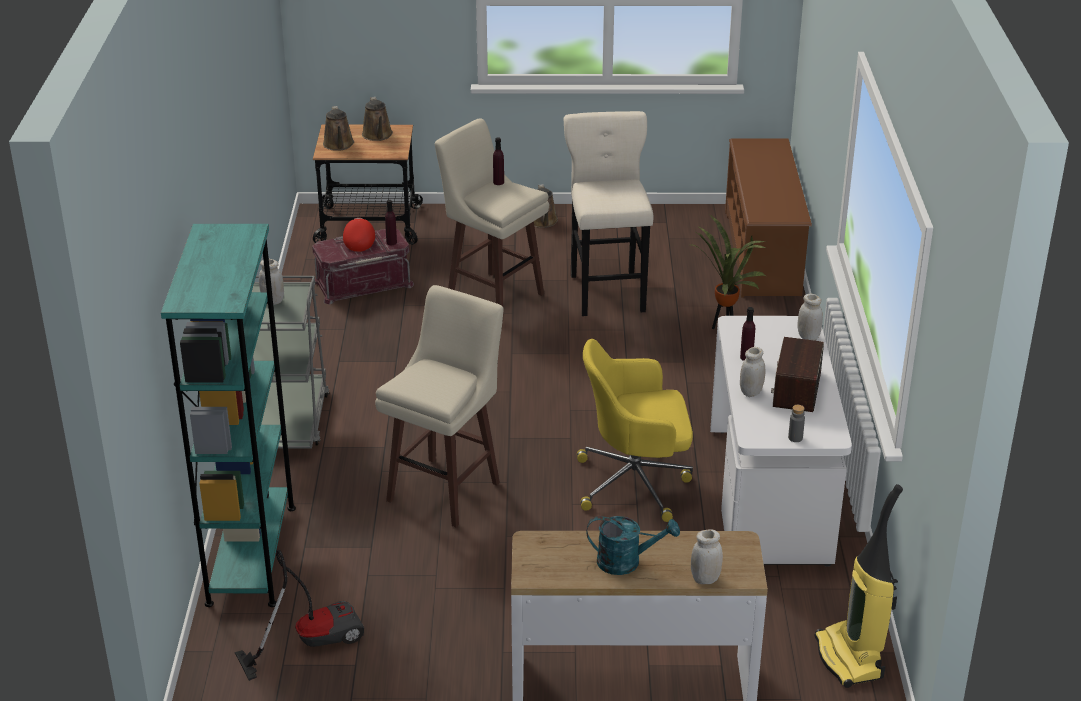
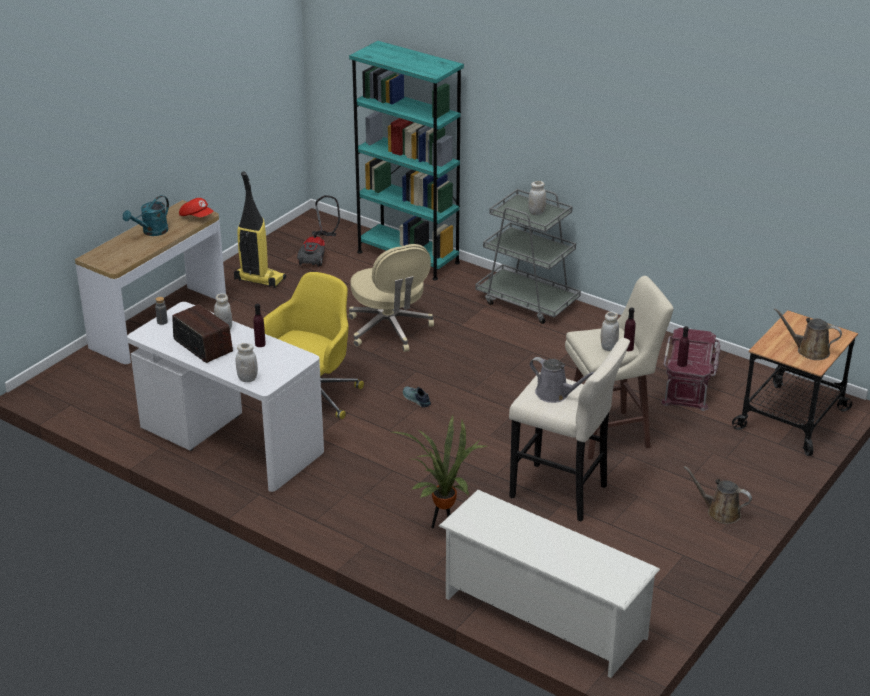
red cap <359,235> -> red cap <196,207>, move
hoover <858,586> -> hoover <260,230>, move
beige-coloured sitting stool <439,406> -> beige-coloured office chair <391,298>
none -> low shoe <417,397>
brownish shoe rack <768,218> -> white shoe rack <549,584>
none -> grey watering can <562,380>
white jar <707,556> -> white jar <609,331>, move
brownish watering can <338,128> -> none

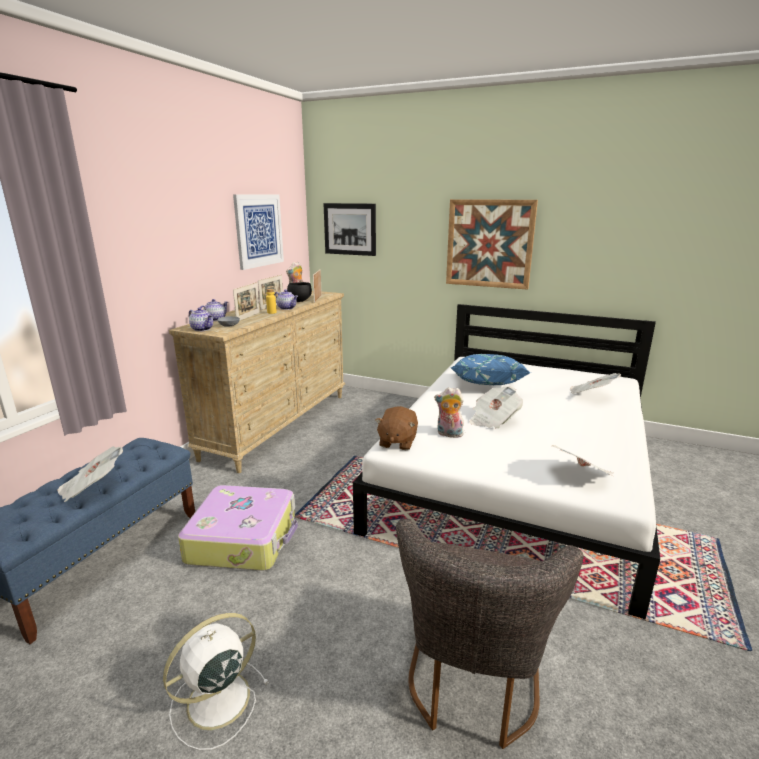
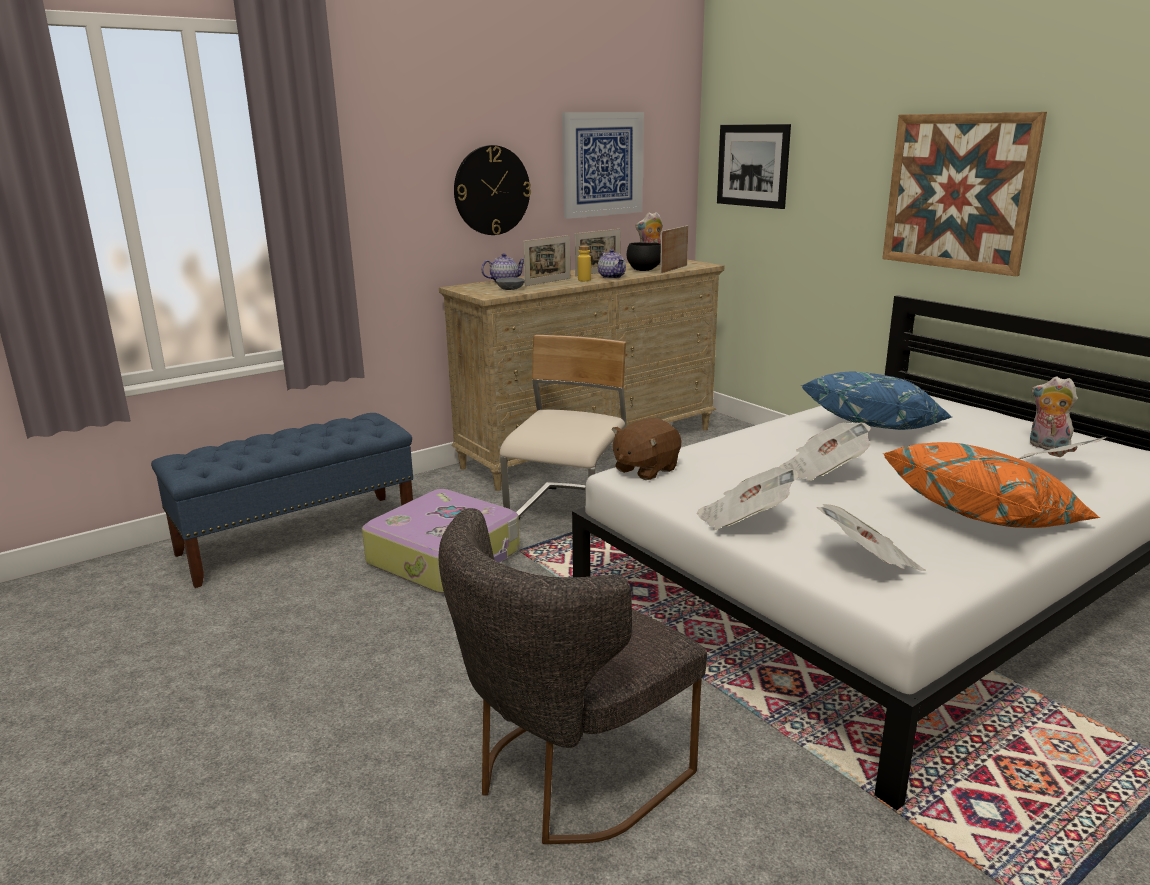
none -> hanging clock <492,190>
none -> beige-coloured upright chair <562,436>
printed paper <90,474> -> printed paper <748,498>, move
none -> orange-coloured pillow <991,485>
plush toy <449,412> -> plush toy <1054,413>, move
white cooling fan <216,681> -> none
pot for tea <201,319> -> none

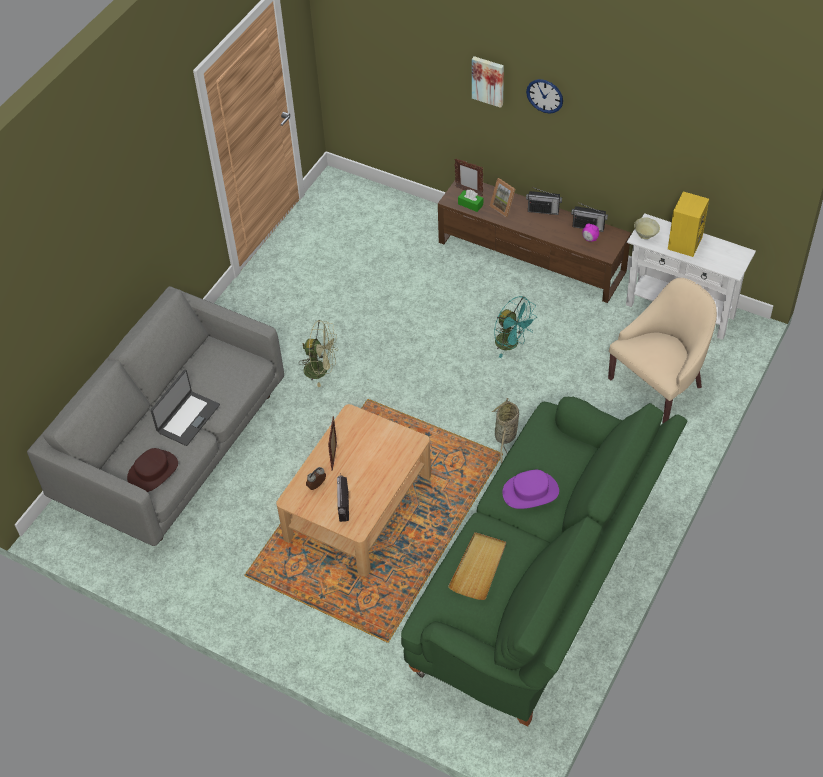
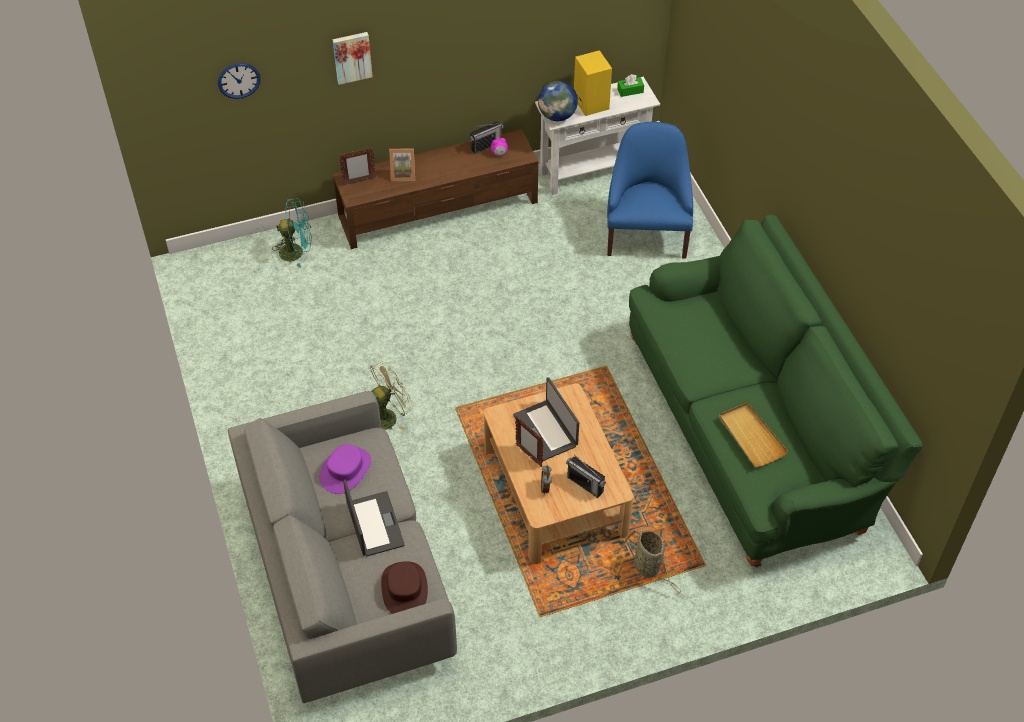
hanging clock <544,96> -> hanging clock <239,81>, move
turquoise cooling fan <515,327> -> turquoise cooling fan <292,233>, move
purple-coloured clothing hat <531,489> -> purple-coloured clothing hat <345,469>, move
none -> laptop <546,419>
beige-coloured bowl <647,228> -> desk globe <558,101>
beige-coloured armchair <662,350> -> blue-coloured armchair <650,190>
basket <505,431> -> basket <648,562>, move
green box of tissues <470,201> -> green box of tissues <630,85>, move
radio receiver <544,201> -> none

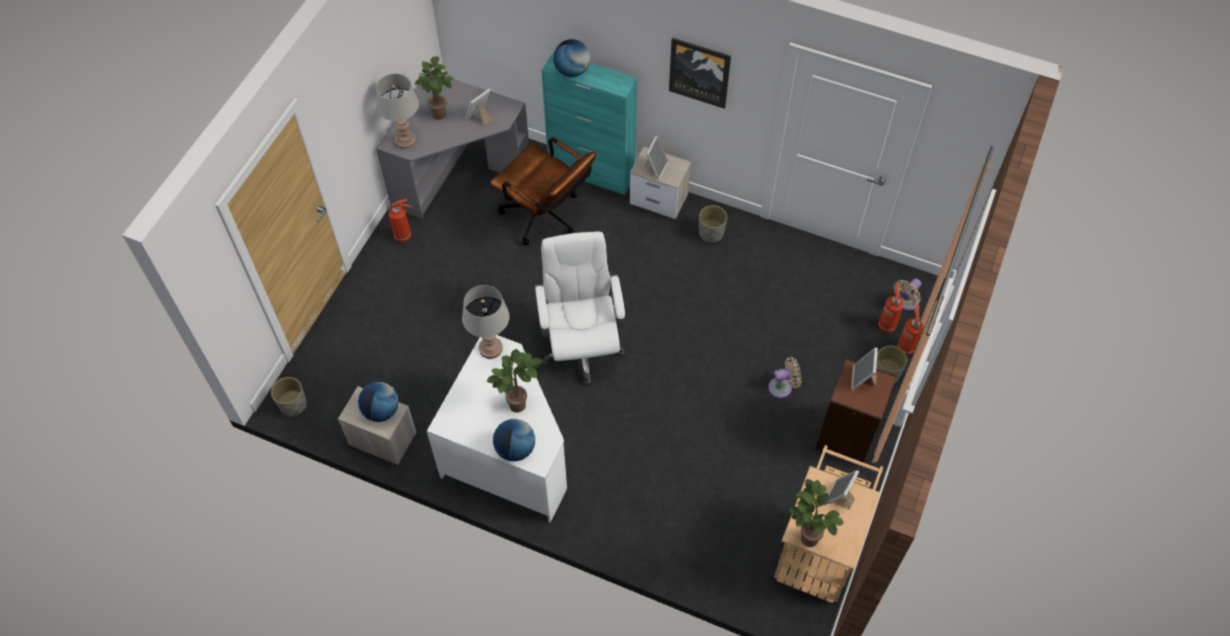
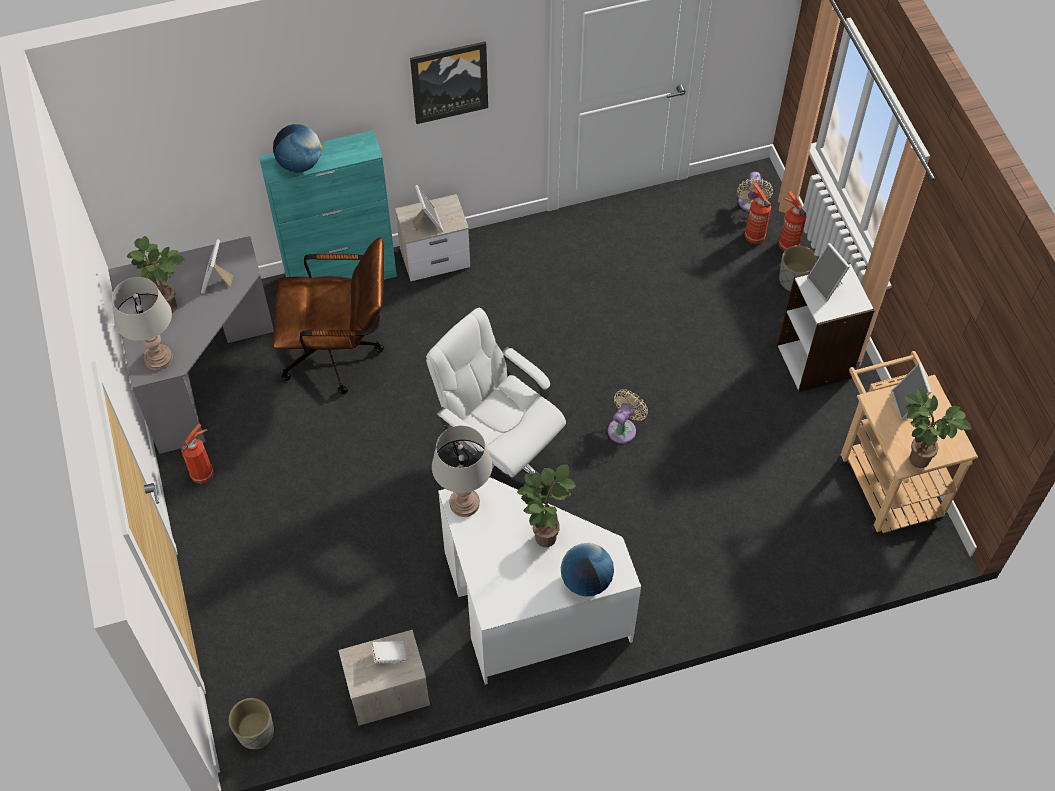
desk globe <378,402> -> white volume <389,652>
beige-coloured cooling fan <785,377> -> beige-coloured cooling fan <628,416>, move
brownish bookshelf <855,412> -> white bookshelf <826,327>
grey plant pot <713,224> -> none

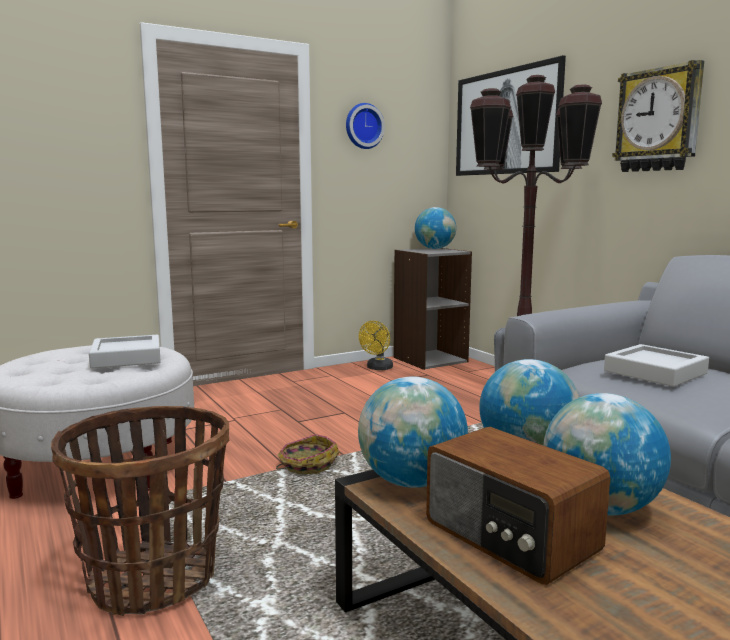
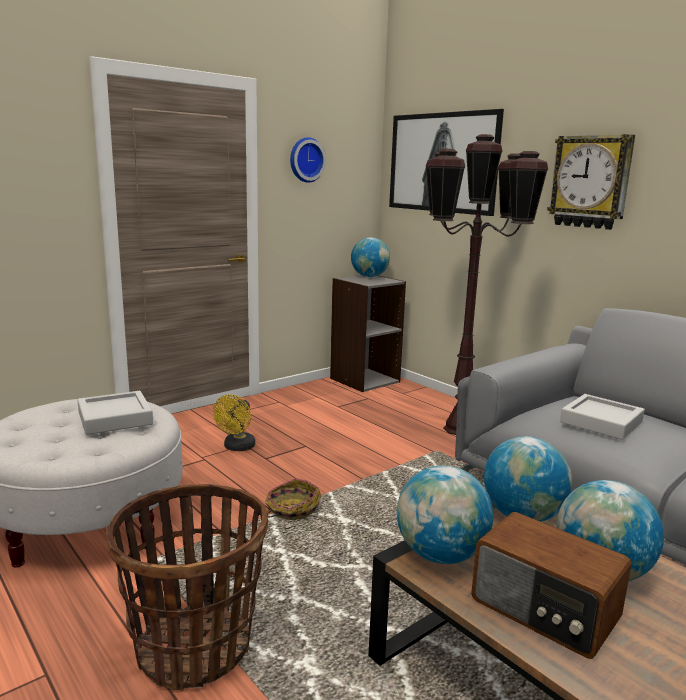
yellow cooling fan <376,345> -> yellow cooling fan <234,422>, move

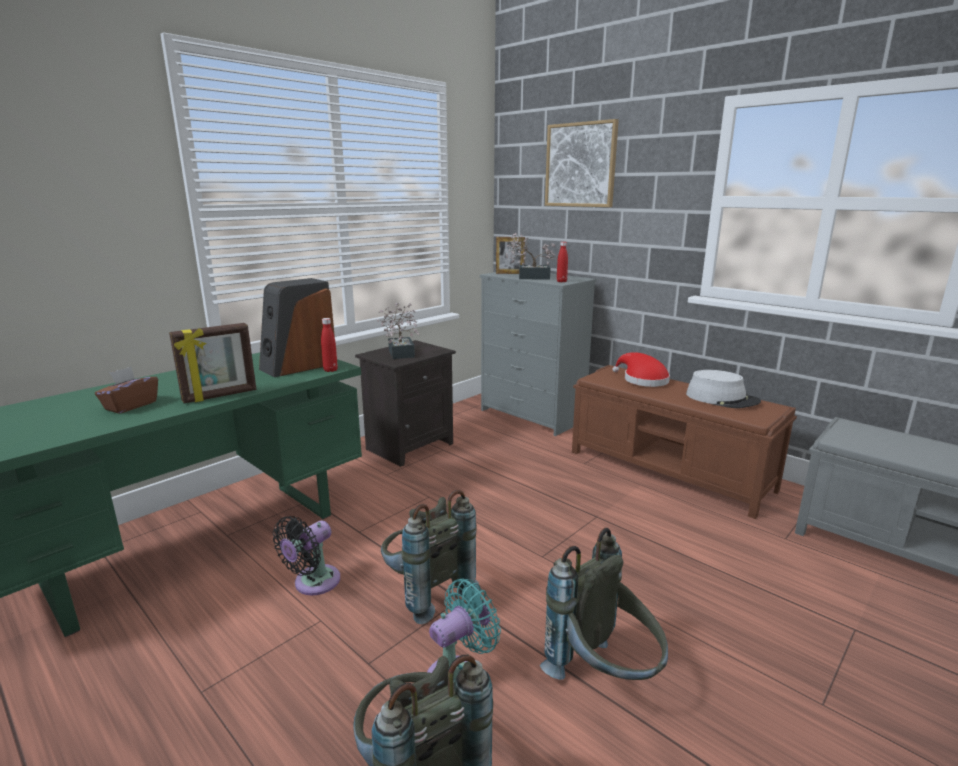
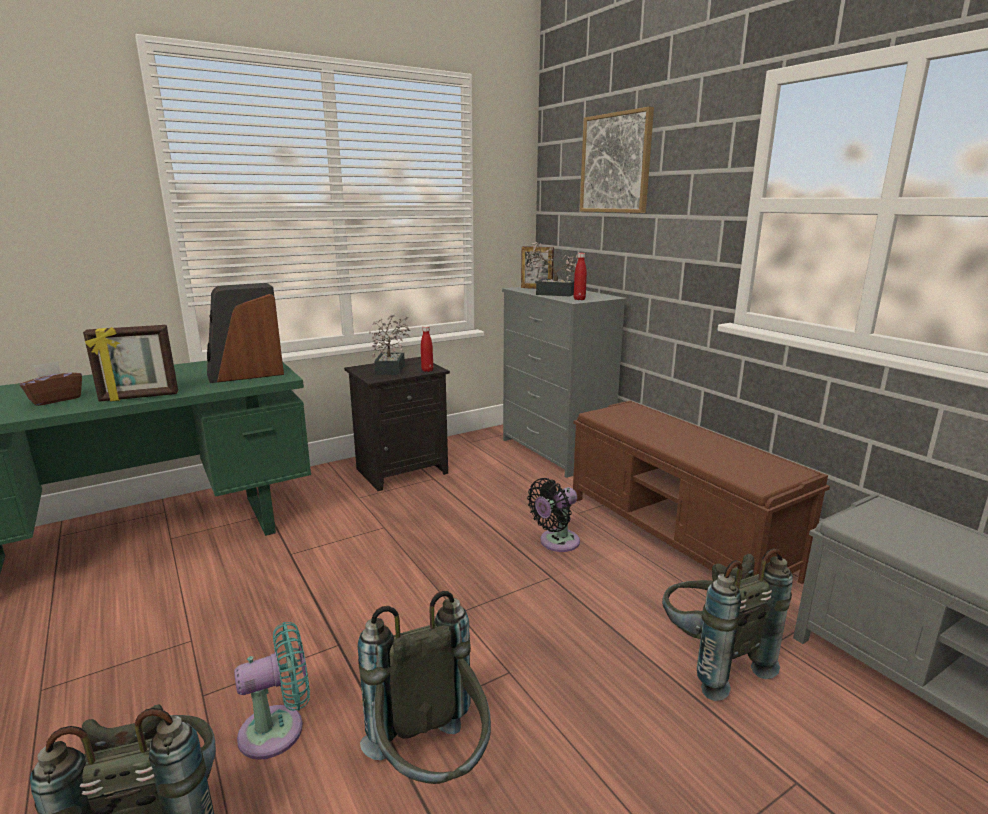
red drink bottle <329,345> -> red drink bottle <427,349>, move
black-coloured cooling fan <306,555> -> black-coloured cooling fan <553,515>, move
grey backpack <430,557> -> grey backpack <727,625>, move
red clothing hat <641,369> -> none
grey clothing hat <723,389> -> none

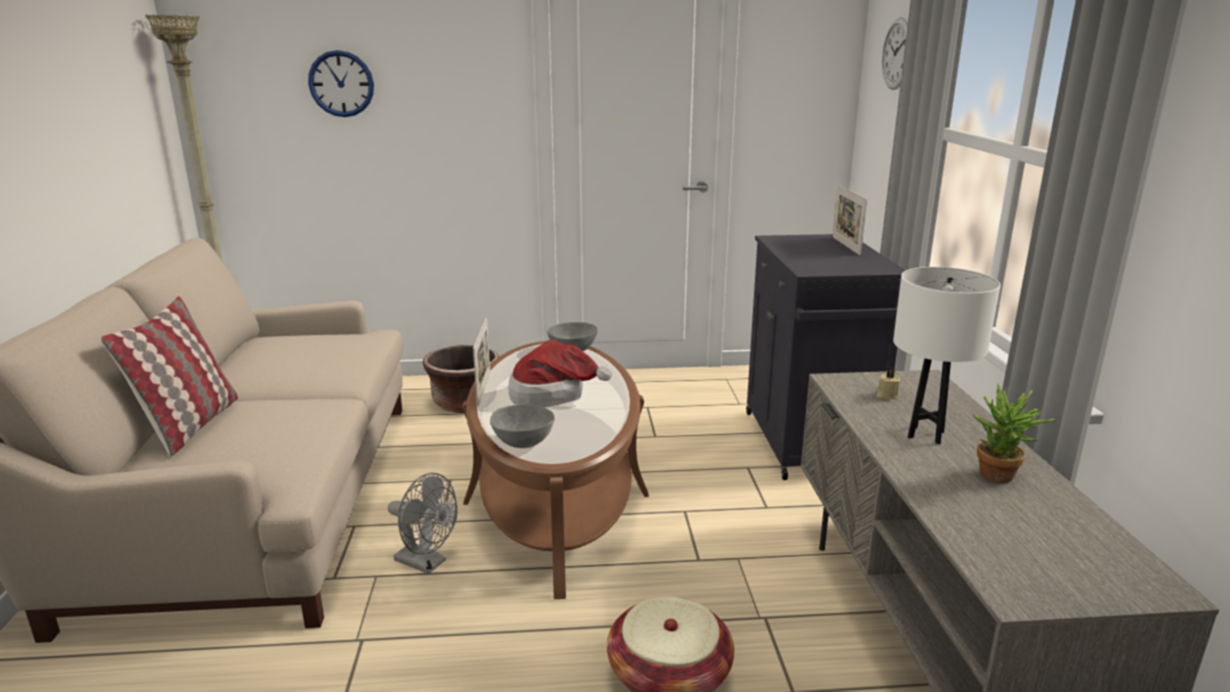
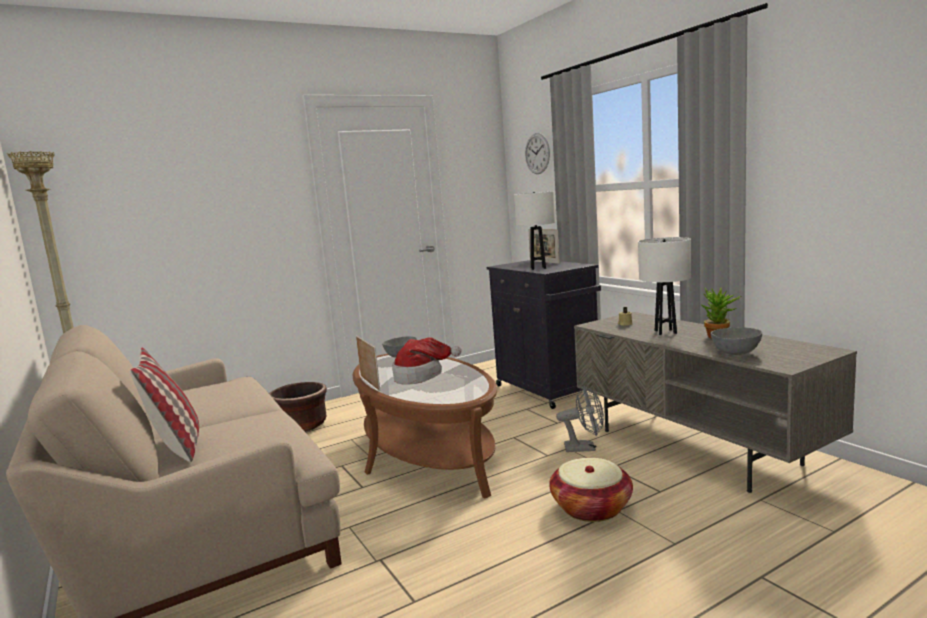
none -> white table lamp <535,230>
grey cooling fan <423,523> -> grey cooling fan <580,418>, move
grey bowl <522,426> -> grey bowl <736,341>, move
hanging clock <341,83> -> none

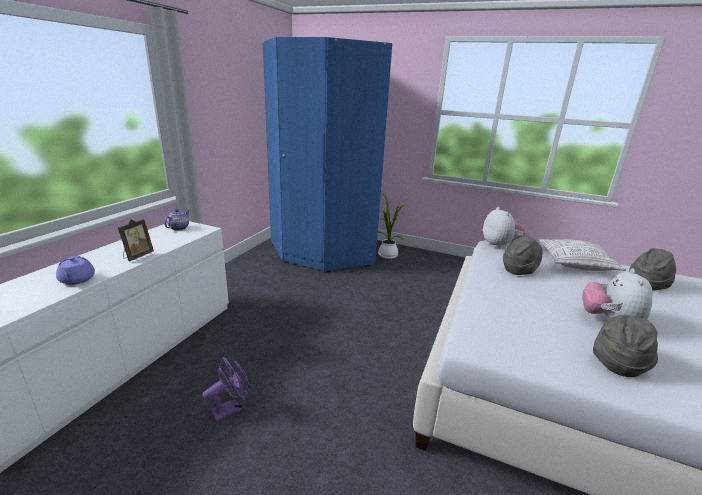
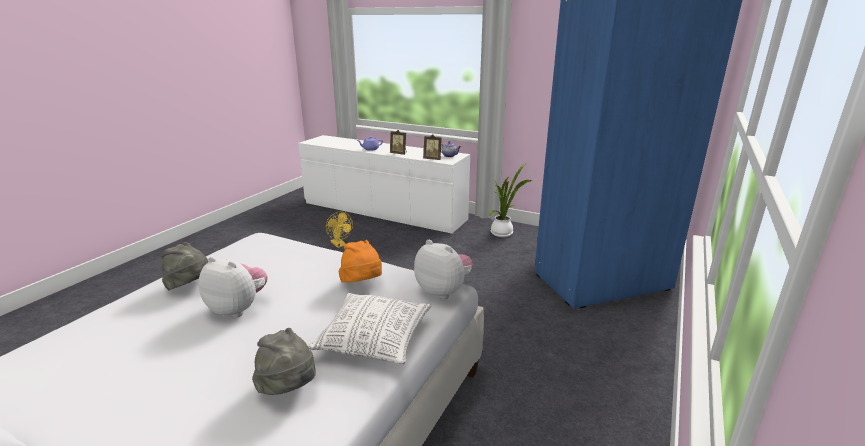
purple-coloured cooling fan <225,390> -> yellow cooling fan <339,230>
grey clothing hat <523,255> -> orange-coloured clothing hat <360,261>
plush toy <504,228> -> plush toy <443,269>, 135 degrees counterclockwise
none -> picture frame <432,147>
plant in a pot <393,225> -> plant in a pot <510,200>, move

